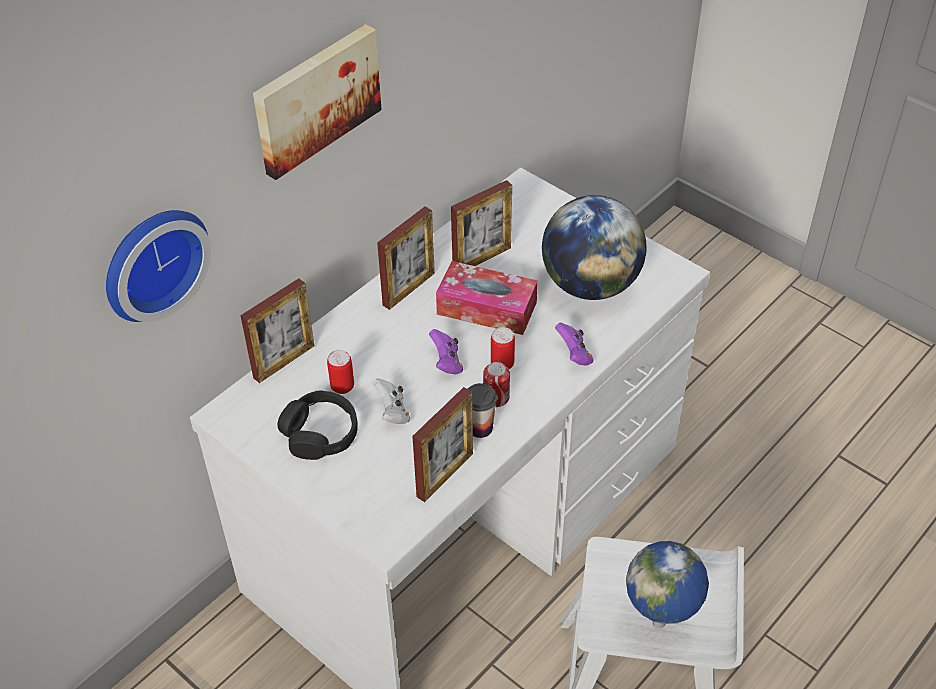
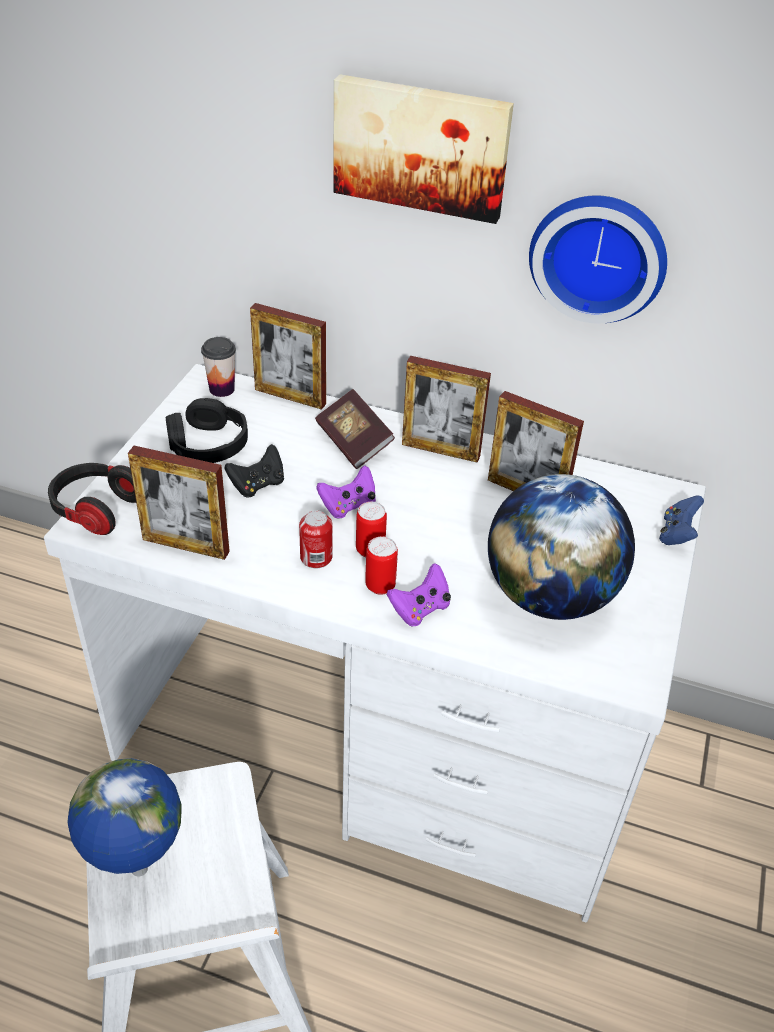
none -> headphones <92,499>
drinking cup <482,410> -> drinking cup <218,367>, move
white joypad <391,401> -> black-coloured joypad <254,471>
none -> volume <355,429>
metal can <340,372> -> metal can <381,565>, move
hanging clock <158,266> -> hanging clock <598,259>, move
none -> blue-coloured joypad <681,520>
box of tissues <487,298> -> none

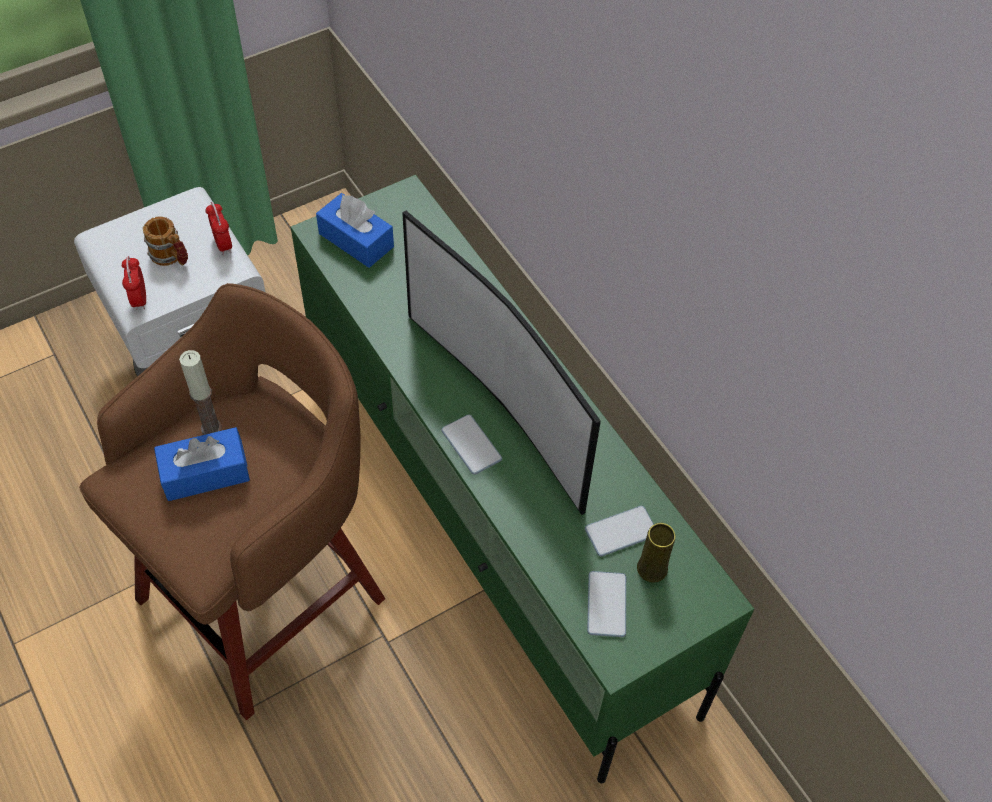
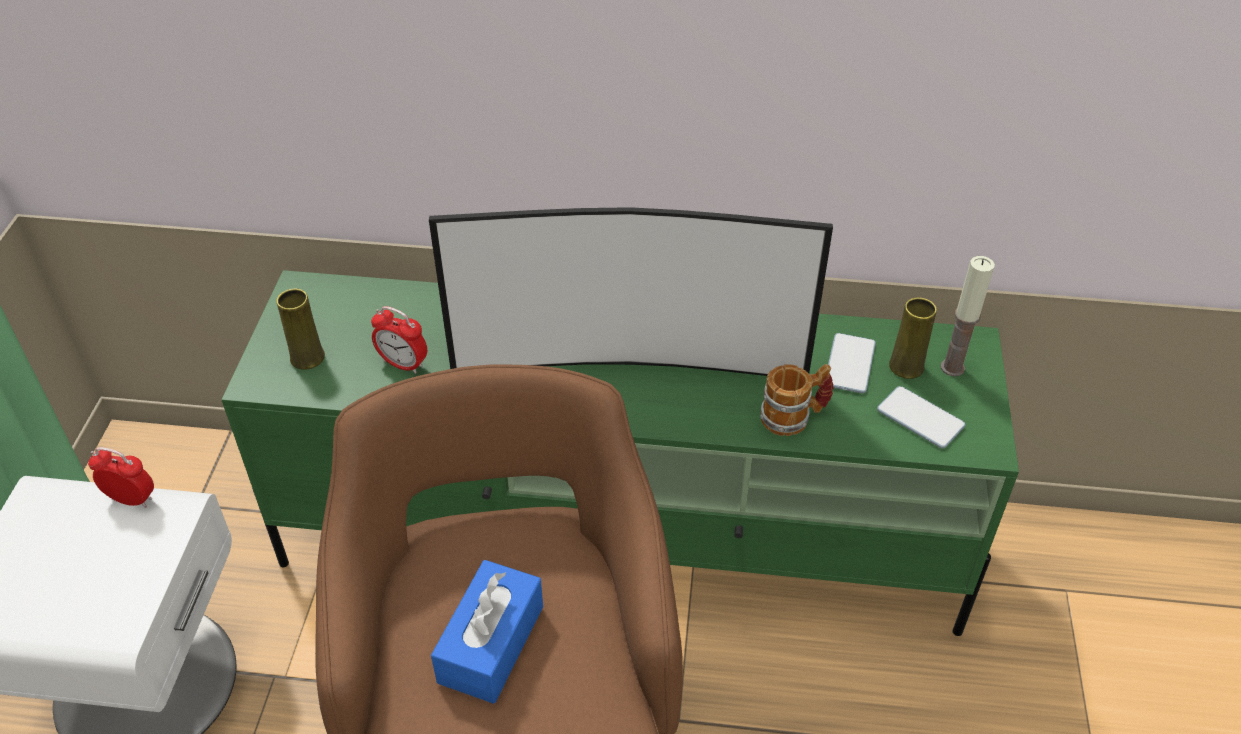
blue-coloured box of tissues <355,230> -> yellow decorative vase <300,329>
bedside clock <134,283> -> bedside clock <399,340>, move
coffee mug <165,241> -> coffee mug <796,400>, move
wax light <200,392> -> wax light <968,316>, move
telephone <471,444> -> none

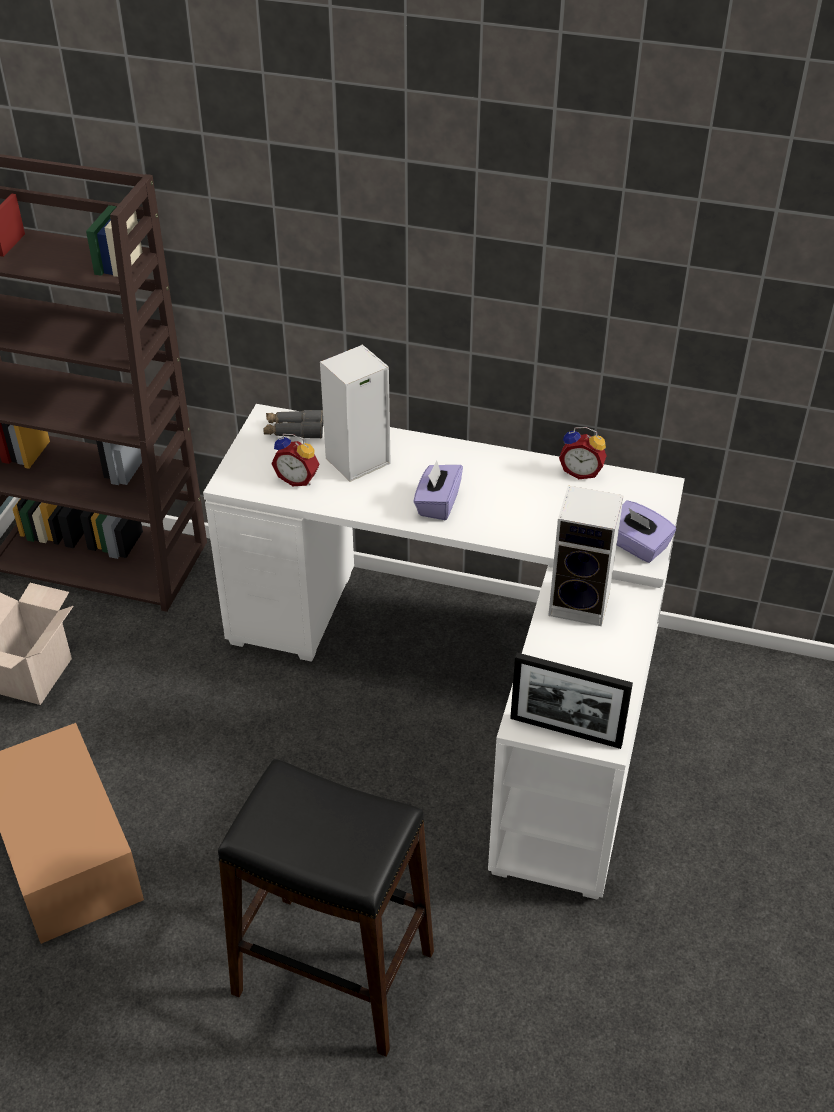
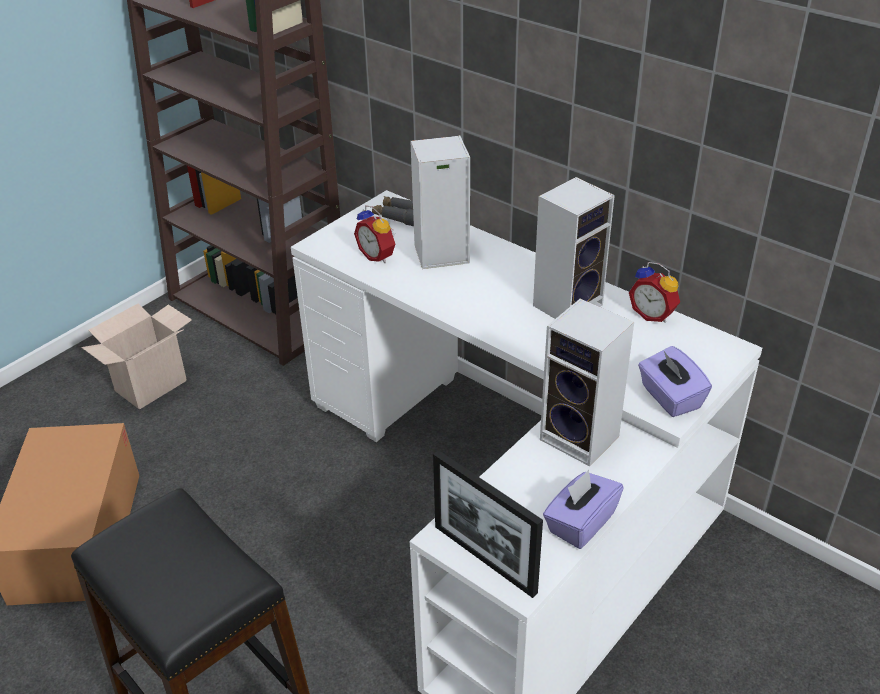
none -> loudspeaker <574,248>
purple-coloured box of tissues <438,490> -> purple-coloured box of tissues <583,509>, move

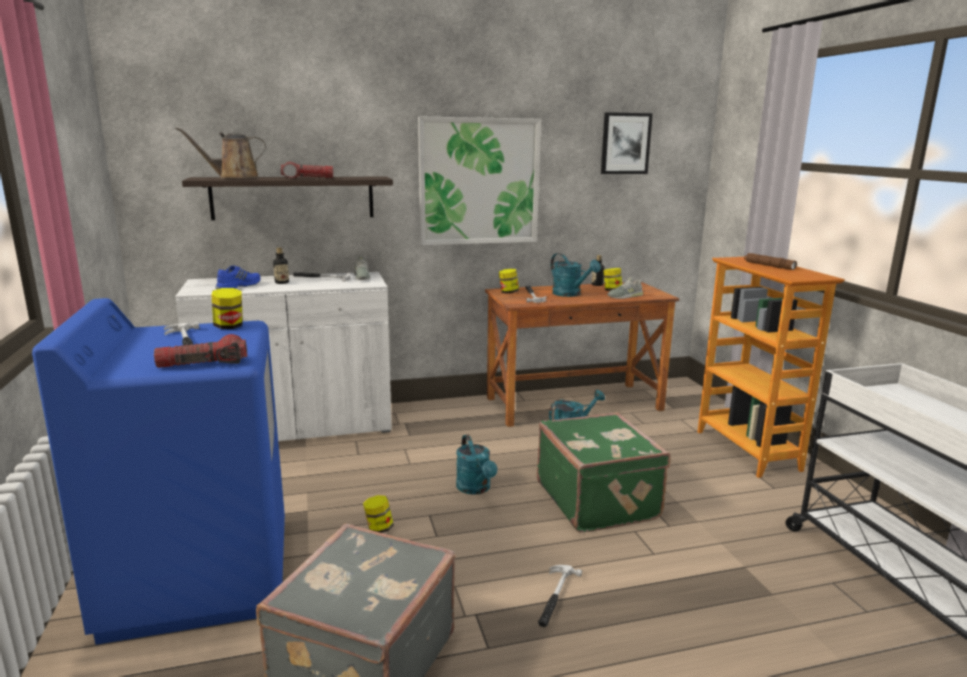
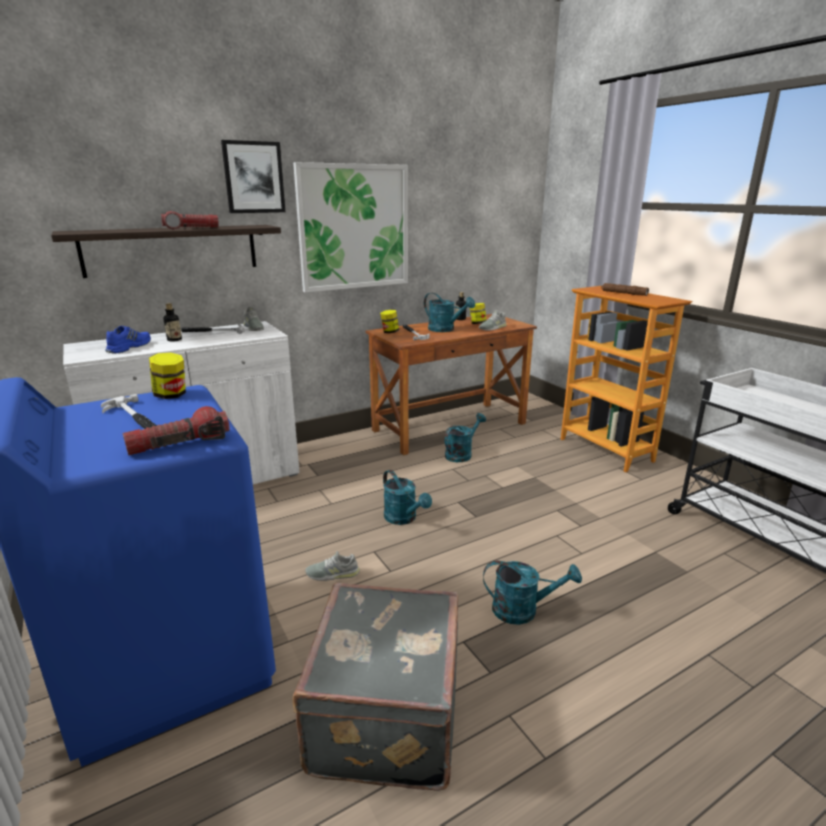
picture <627,143> -> picture <253,176>, move
jar <378,514> -> grey low shoe <332,566>
tool hammer <560,596> -> turquoise watering can <532,592>
brownish watering can <220,153> -> none
green piece of luggage <604,472> -> none

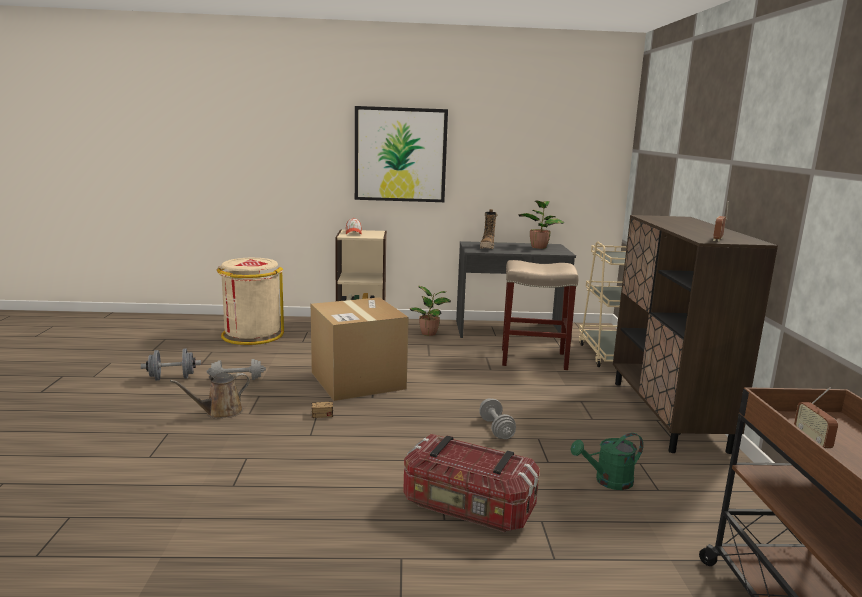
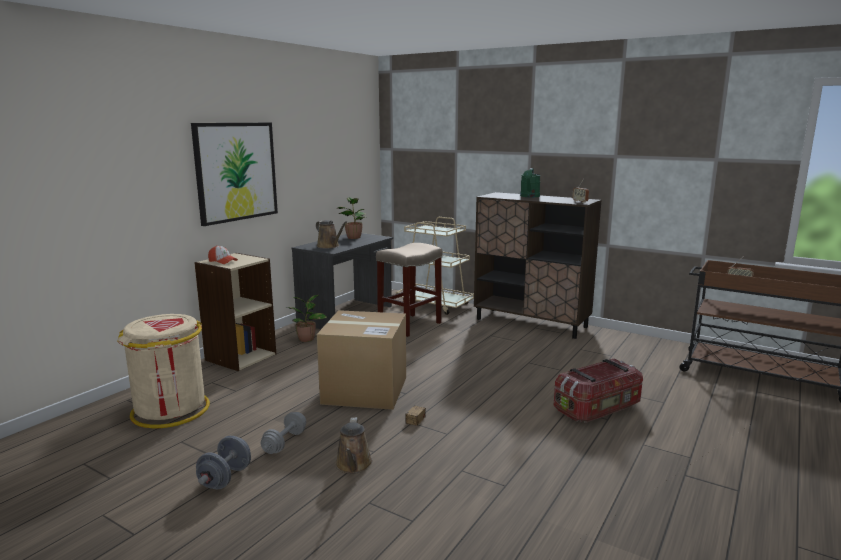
boot <488,229> -> brownish watering can <331,234>
green watering can <606,461> -> green watering can <530,182>, move
grey free weight <497,419> -> none

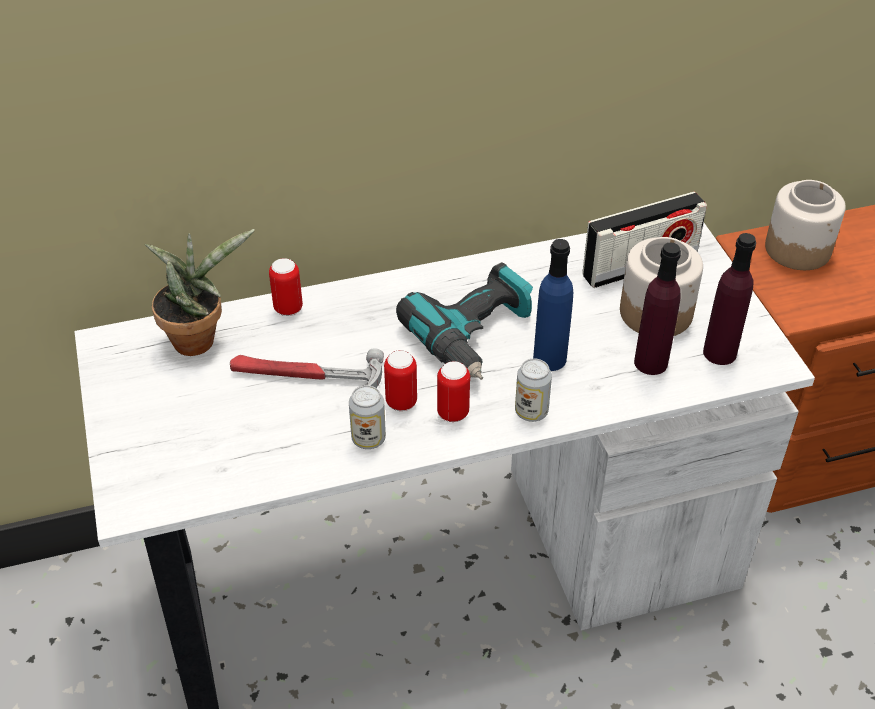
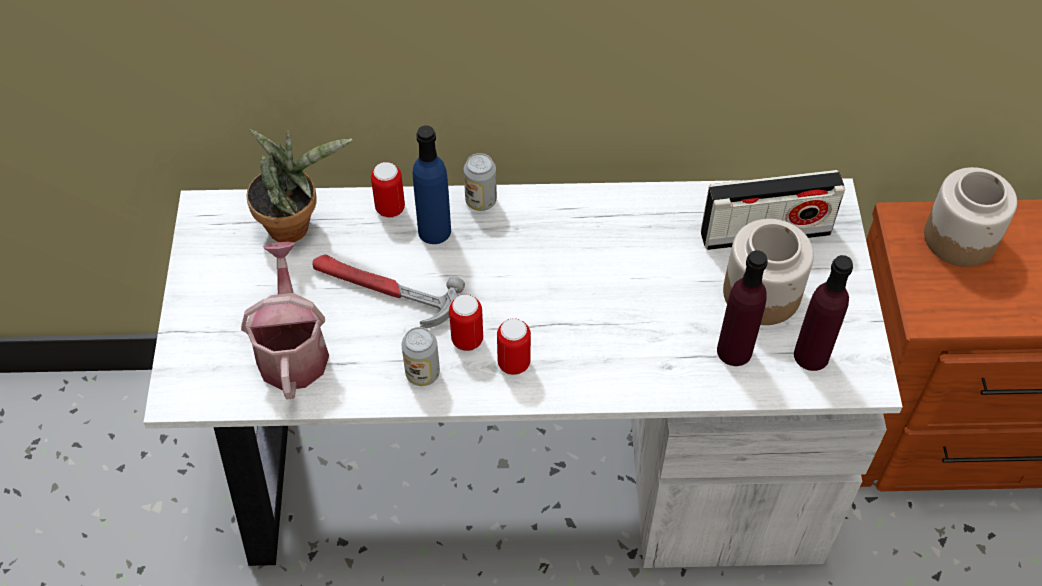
none -> watering can <285,321>
blue-coloured drink bottle <553,305> -> blue-coloured drink bottle <432,184>, move
metal can <533,390> -> metal can <480,182>, move
electric drill <464,321> -> none

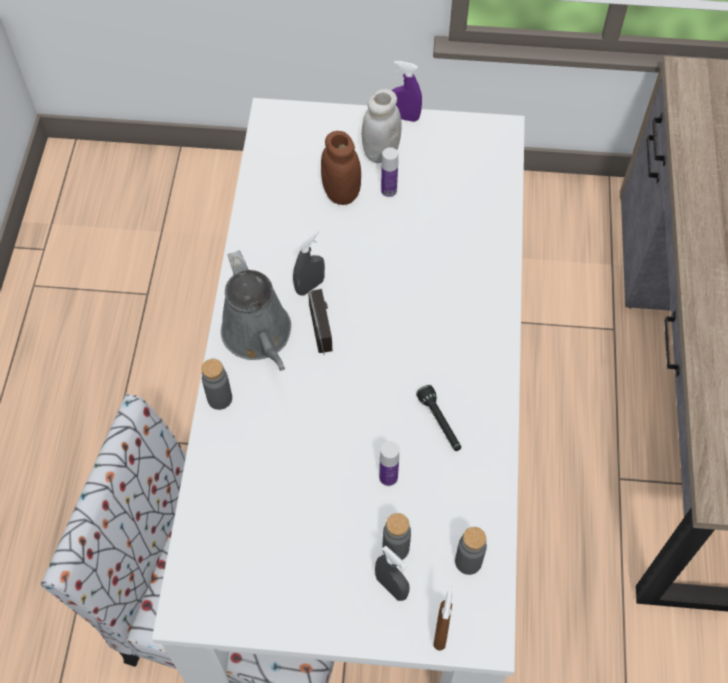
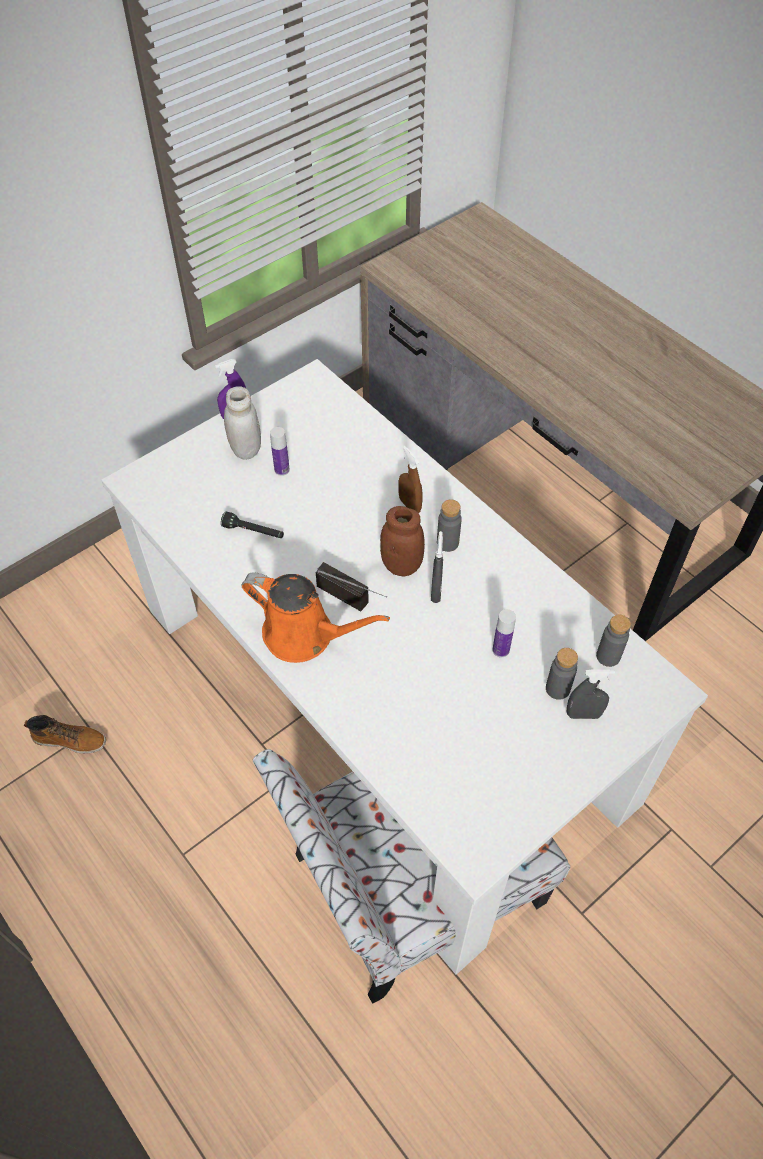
none -> boot <65,734>
black-coloured flashlight <438,418> -> black-coloured flashlight <252,525>, move
grey watering can <256,311> -> orange-coloured watering can <315,617>
brownish jar <341,168> -> brownish jar <402,541>, move
brownish hand sprayer <443,618> -> brownish hand sprayer <411,479>, move
grey hand sprayer <309,263> -> grey hand sprayer <437,567>, move
grey drink bottle <217,384> -> grey drink bottle <449,525>, move

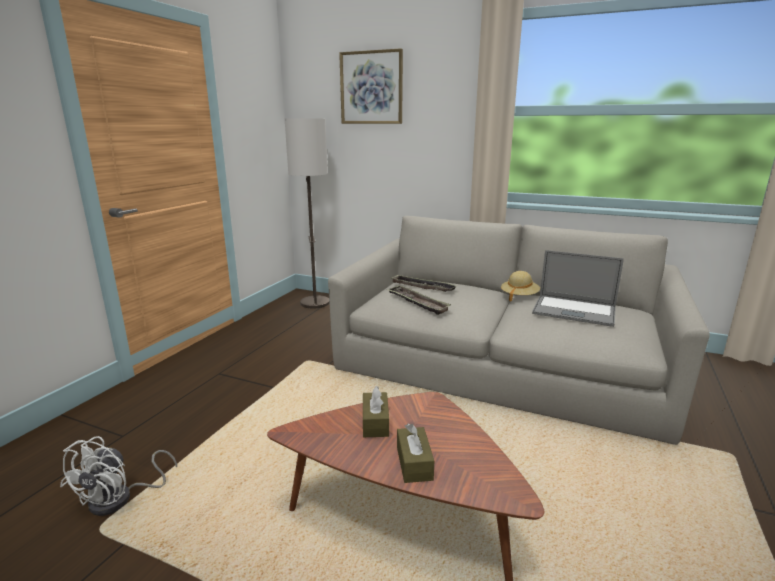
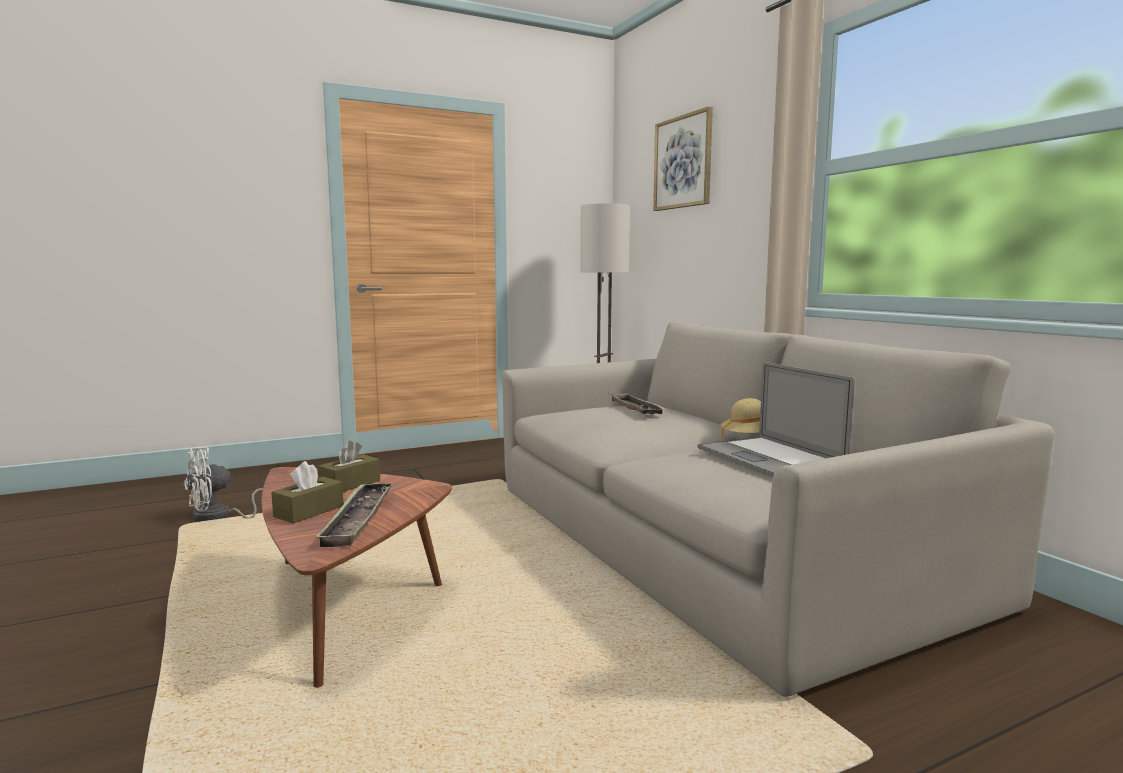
carrying tray <419,300> -> carrying tray <354,514>, move

